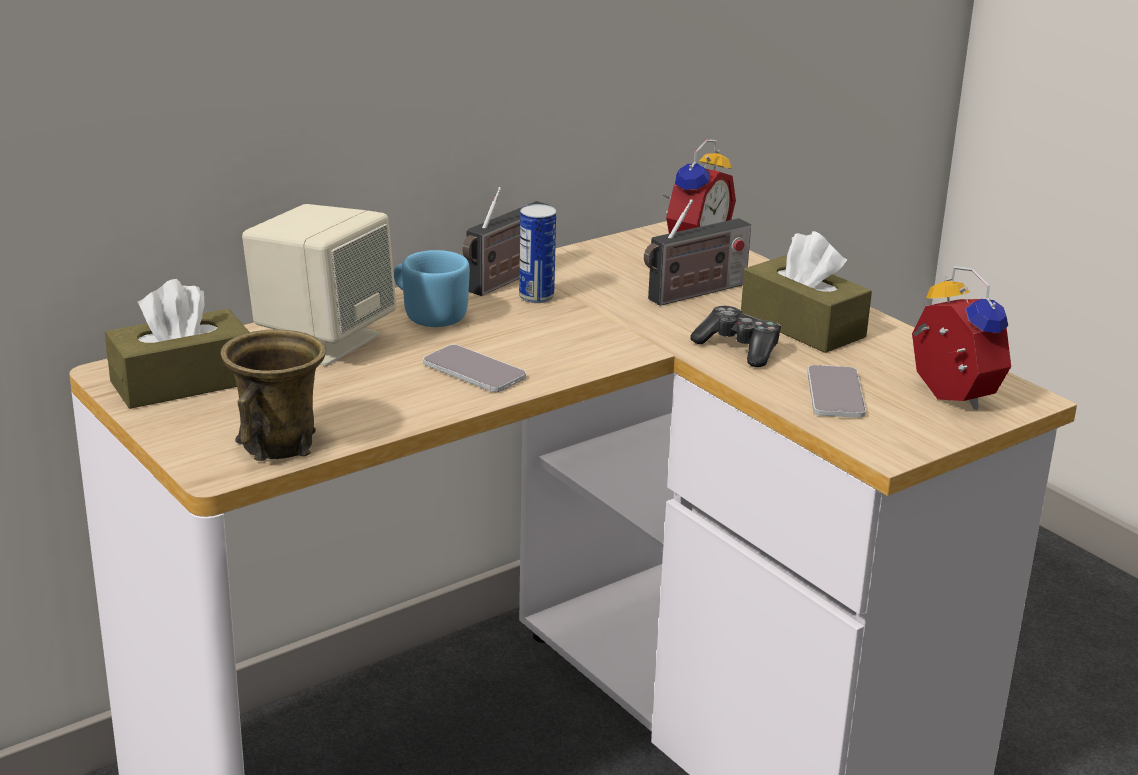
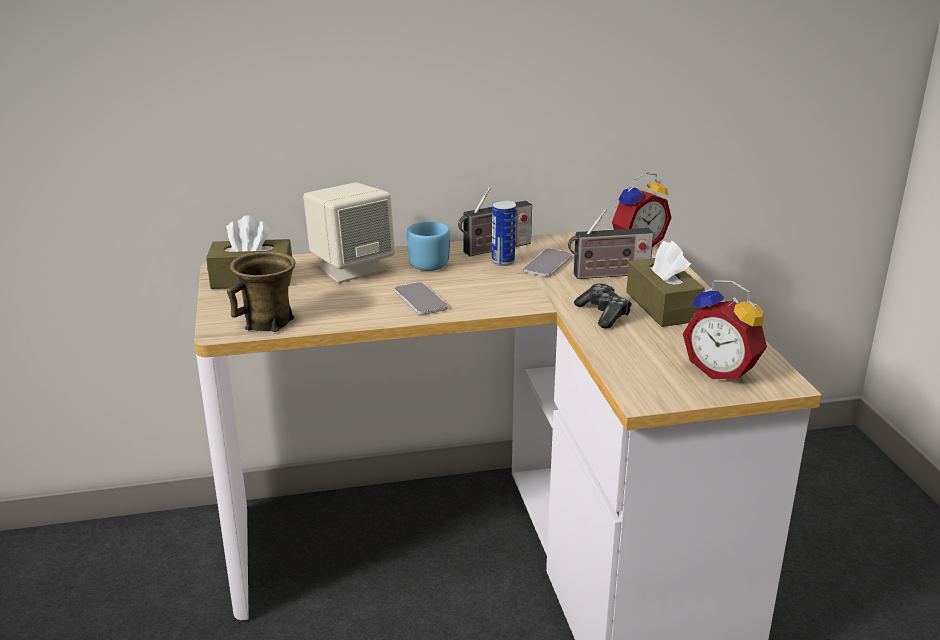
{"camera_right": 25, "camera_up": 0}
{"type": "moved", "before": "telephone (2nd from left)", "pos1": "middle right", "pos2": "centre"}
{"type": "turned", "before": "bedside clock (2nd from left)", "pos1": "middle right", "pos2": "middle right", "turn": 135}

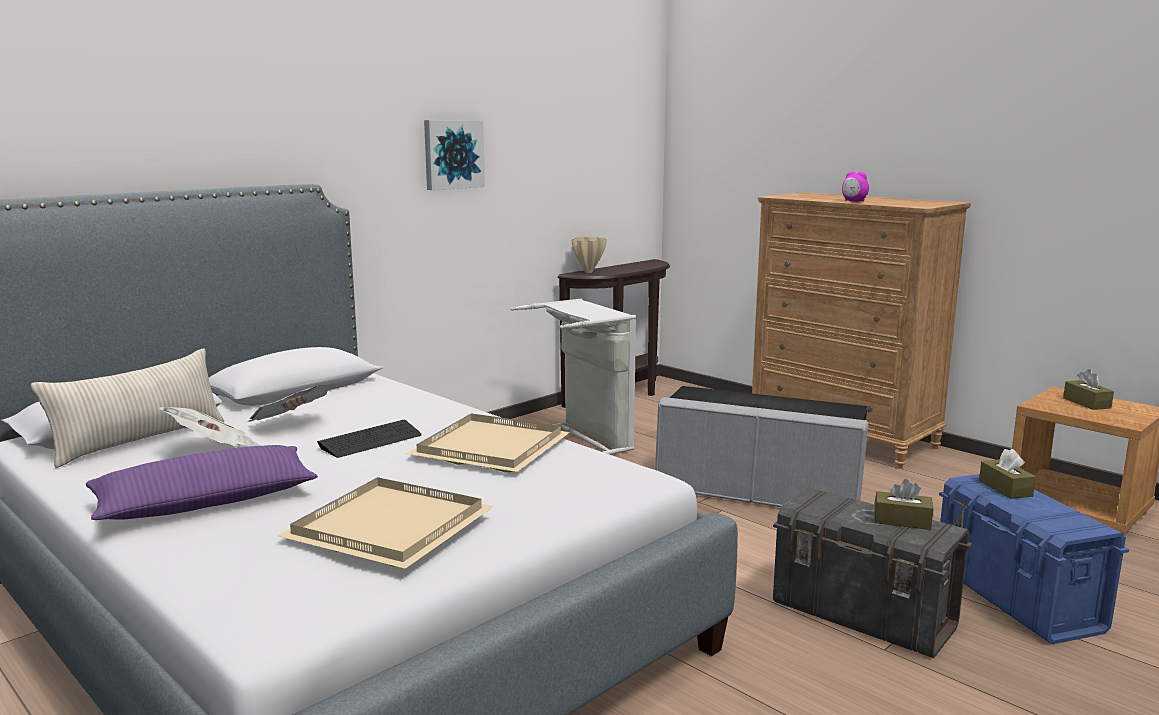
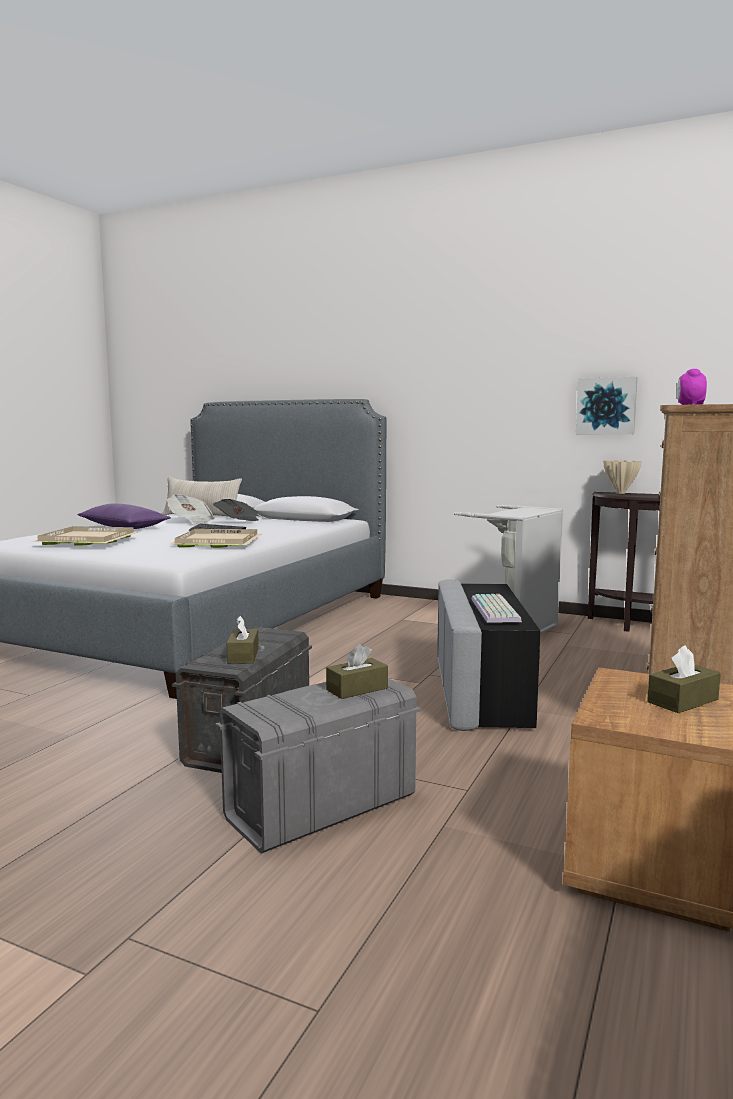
{"camera_right": 70, "camera_up": -5}
{"type": "moved", "before": "wall picture", "pos1": "top centre", "pos2": "middle right"}
{"type": "recoloured", "before": "blue storage bin", "after": "greyish storage bin (2nd from left)", "pos1": "bottom right", "pos2": "bottom centre"}
{"type": "added", "after": "PC keyboard (2nd from left)", "pos2": "middle right"}

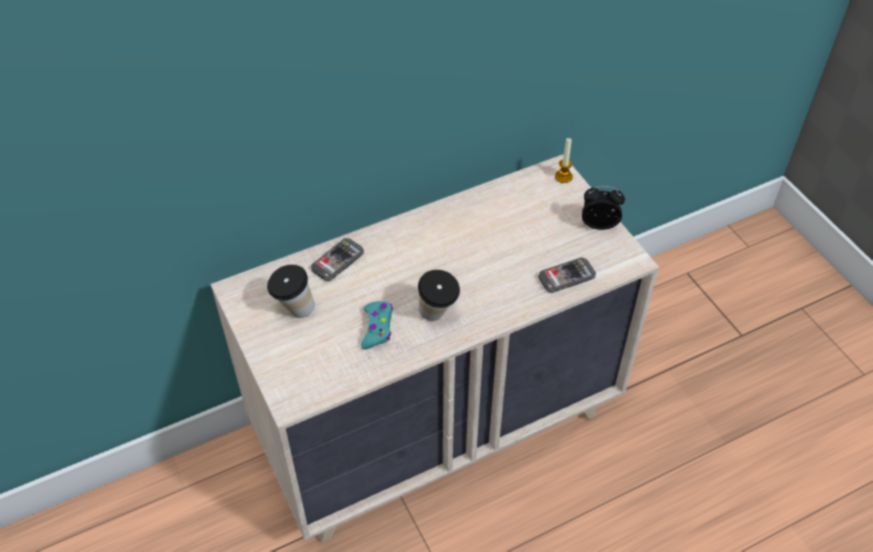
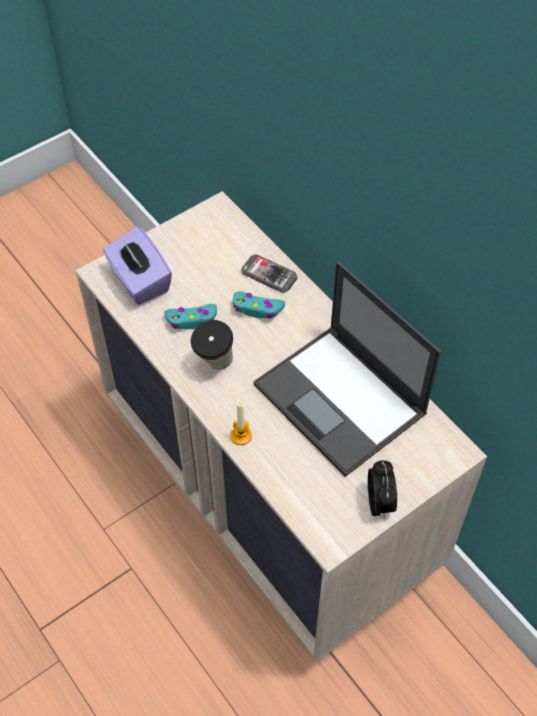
{"camera_right": 80, "camera_up": 5}
{"type": "removed", "before": "small cup (1st from left)", "pos1": "centre"}
{"type": "removed", "before": "telephone (2nd from left)", "pos1": "centre"}
{"type": "moved", "before": "wax light", "pos1": "top centre", "pos2": "centre"}
{"type": "added", "after": "purple-coloured box of tissues", "pos2": "middle left"}
{"type": "added", "after": "blue-green game controller (2nd from left)", "pos2": "centre"}
{"type": "added", "after": "portable computer", "pos2": "centre"}

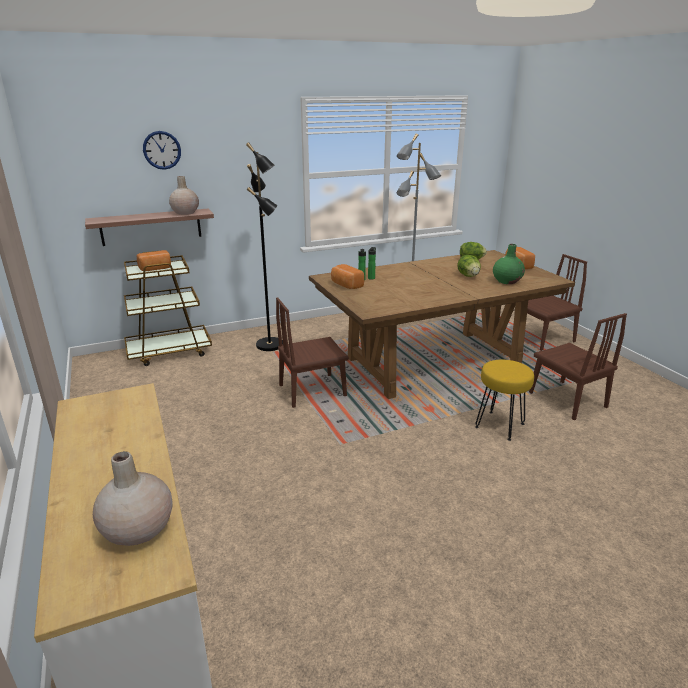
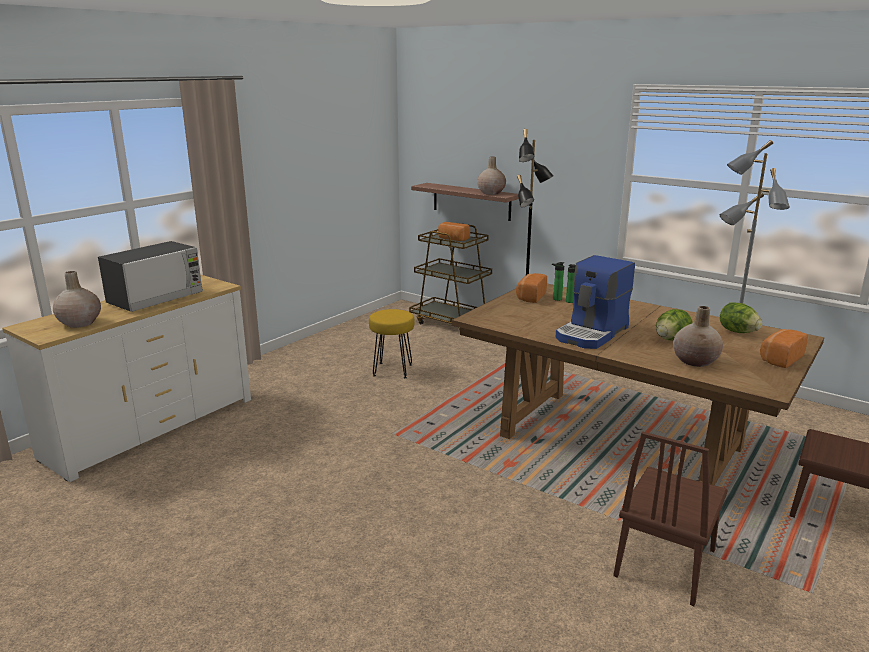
{"camera_right": 60, "camera_up": -5}
{"type": "removed", "before": "wall clock", "pos1": "top left"}
{"type": "removed", "before": "brownish chair (1st from left)", "pos1": "centre"}
{"type": "moved", "before": "yellowish sitting stool", "pos1": "middle right", "pos2": "centre"}
{"type": "recoloured", "before": "greenish vase", "after": "sand-coloured vase (3rd from left)", "pos1": "middle right", "pos2": "middle right"}
{"type": "added", "after": "microwave oven", "pos2": "middle left"}
{"type": "added", "after": "coffee brewer", "pos2": "middle right"}

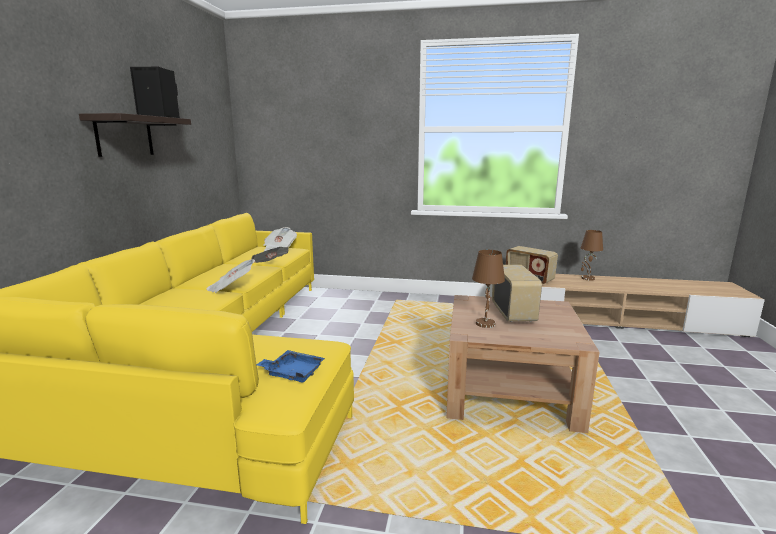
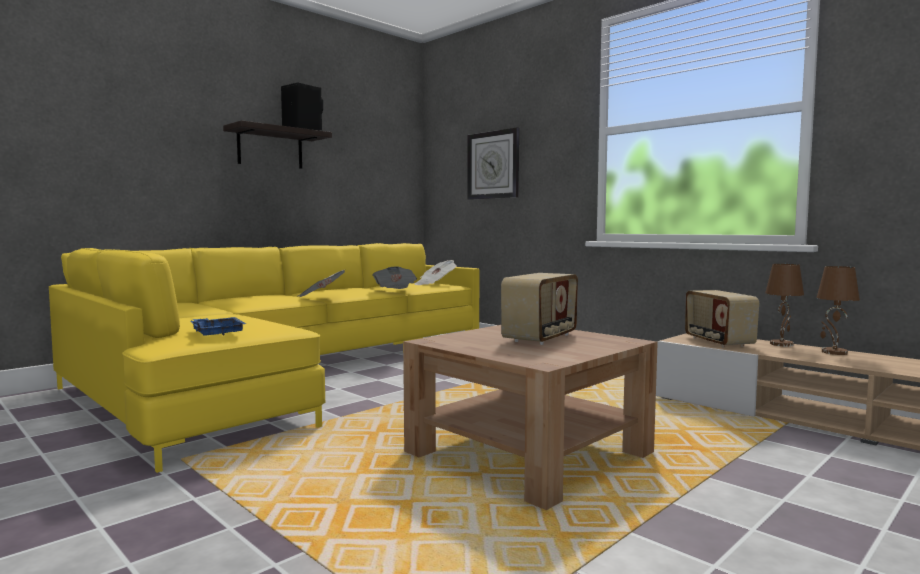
{"camera_right": 35, "camera_up": -10}
{"type": "moved", "before": "brownish tabletop lamp (1st from left)", "pos1": "centre", "pos2": "middle right"}
{"type": "added", "after": "wall clock", "pos2": "top centre"}

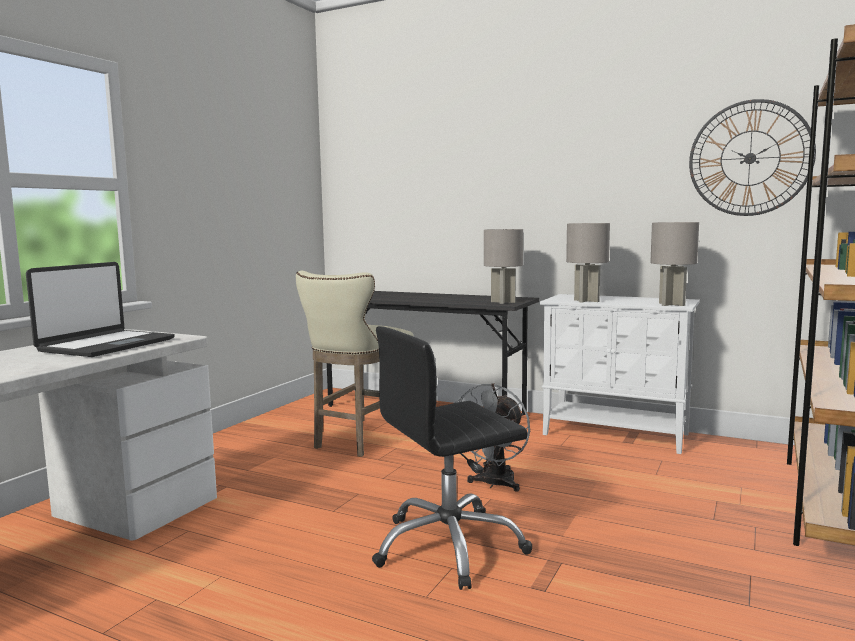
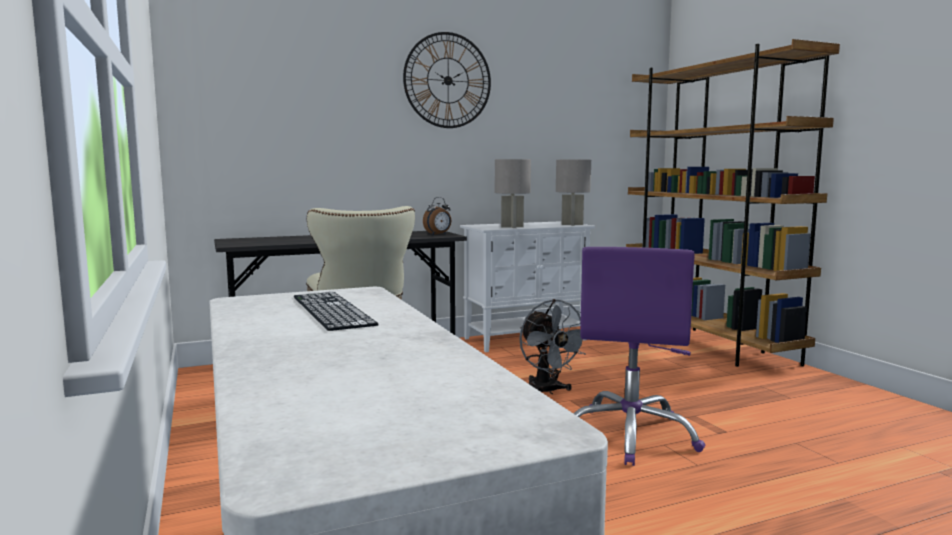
{"camera_right": -50, "camera_up": 0}
{"type": "replaced", "before": "portable computer", "after": "PC keyboard", "pos1": "middle left", "pos2": "centre"}
{"type": "recoloured", "before": "blackish office chair", "after": "purple-coloured office chair", "pos1": "bottom centre", "pos2": "middle right"}
{"type": "replaced", "before": "greyish tabletop lamp (1st from left)", "after": "bedside clock", "pos1": "centre", "pos2": "centre"}
{"type": "moved", "before": "wall clock", "pos1": "top right", "pos2": "top centre"}

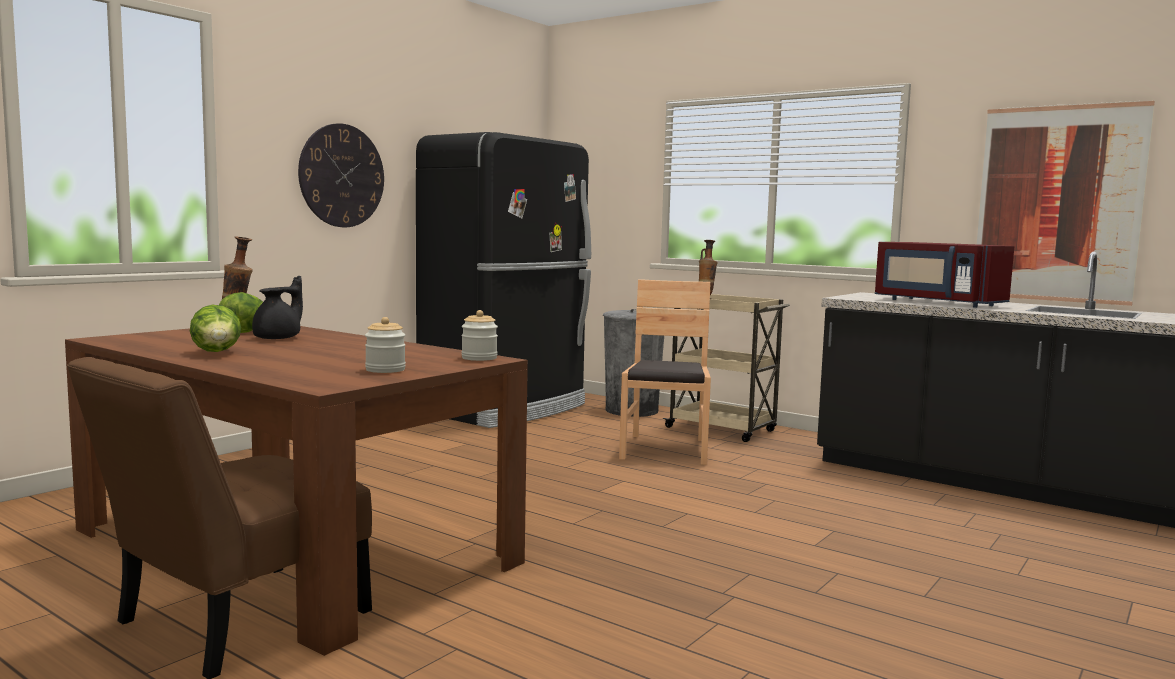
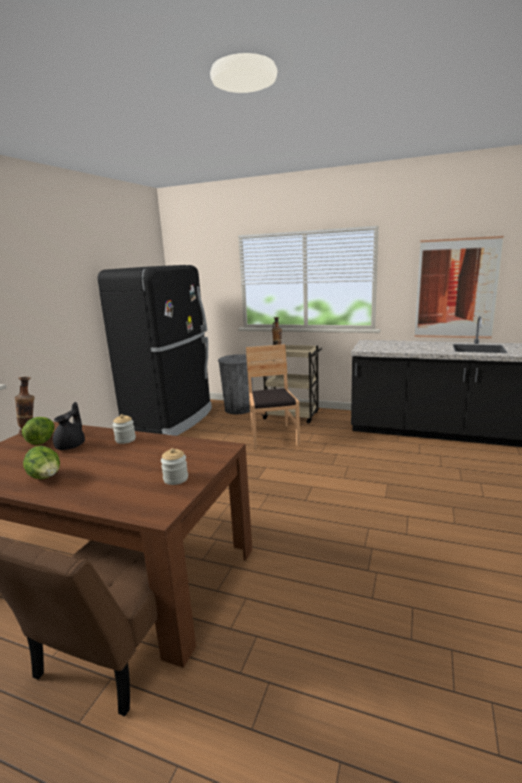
{"camera_right": -15, "camera_up": 10}
{"type": "removed", "before": "wall clock", "pos1": "top left"}
{"type": "moved", "before": "jar (2nd from left in the first image)", "after": "jar (1st from left)", "pos1": "centre", "pos2": "middle left"}
{"type": "removed", "before": "red-coloured microwave oven", "pos1": "middle right"}

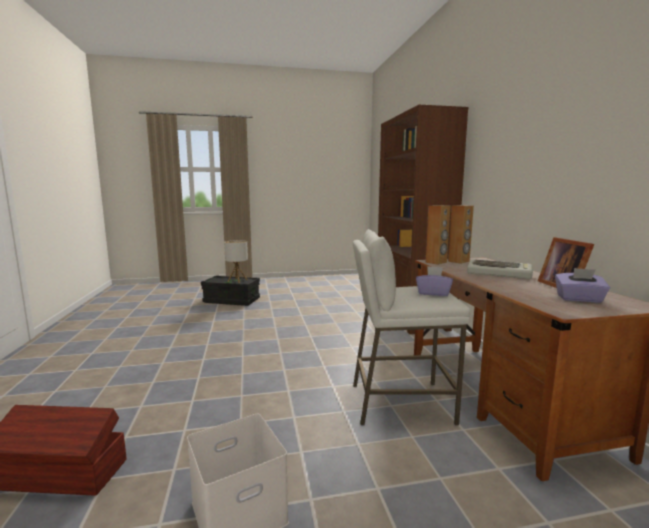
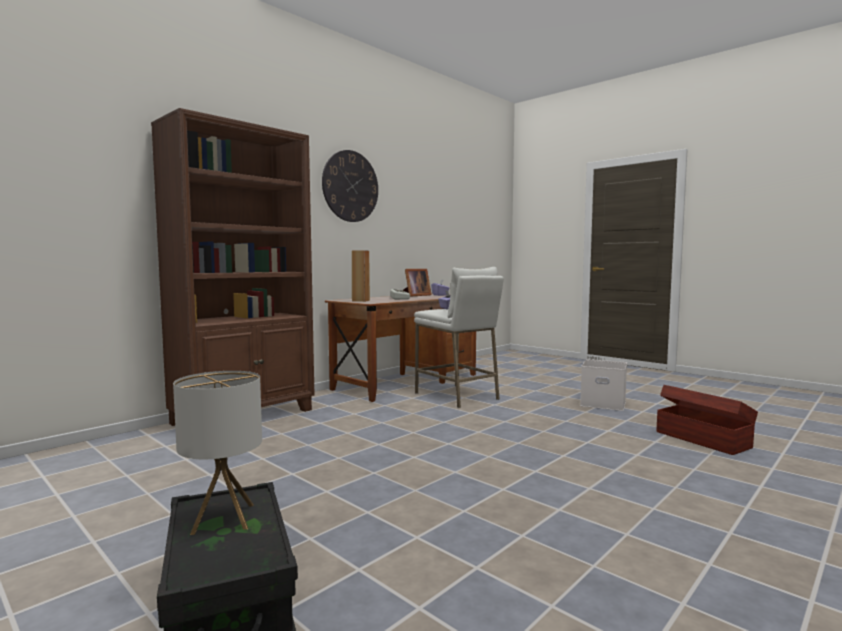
{"camera_right": -125, "camera_up": -5}
{"type": "removed", "before": "brownish speaker (1st from left)", "pos1": "middle right"}
{"type": "added", "after": "wall clock", "pos2": "top centre"}

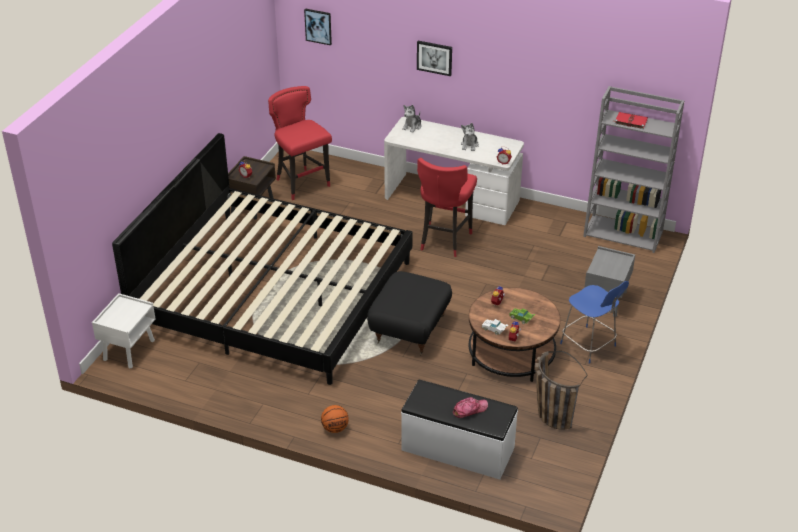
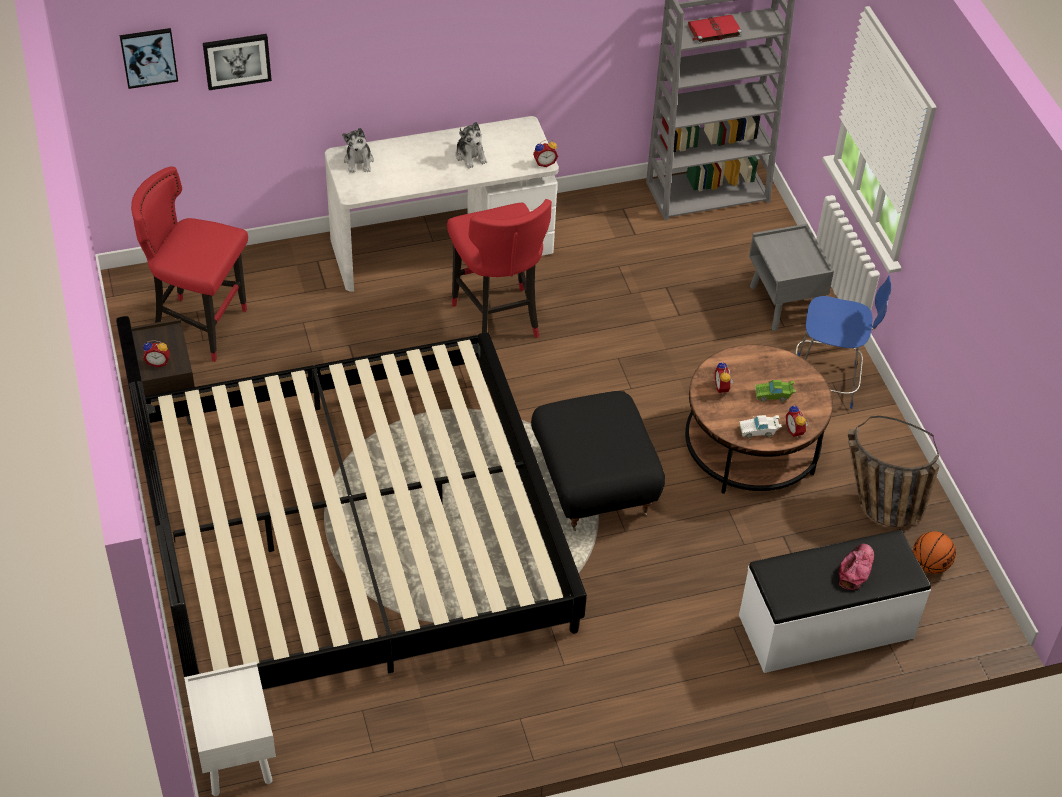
{"camera_right": -40, "camera_up": 10}
{"type": "moved", "before": "basketball ball", "pos1": "bottom centre", "pos2": "bottom right"}
{"type": "moved", "before": "wall picture (2nd from left)", "pos1": "top centre", "pos2": "top left"}

